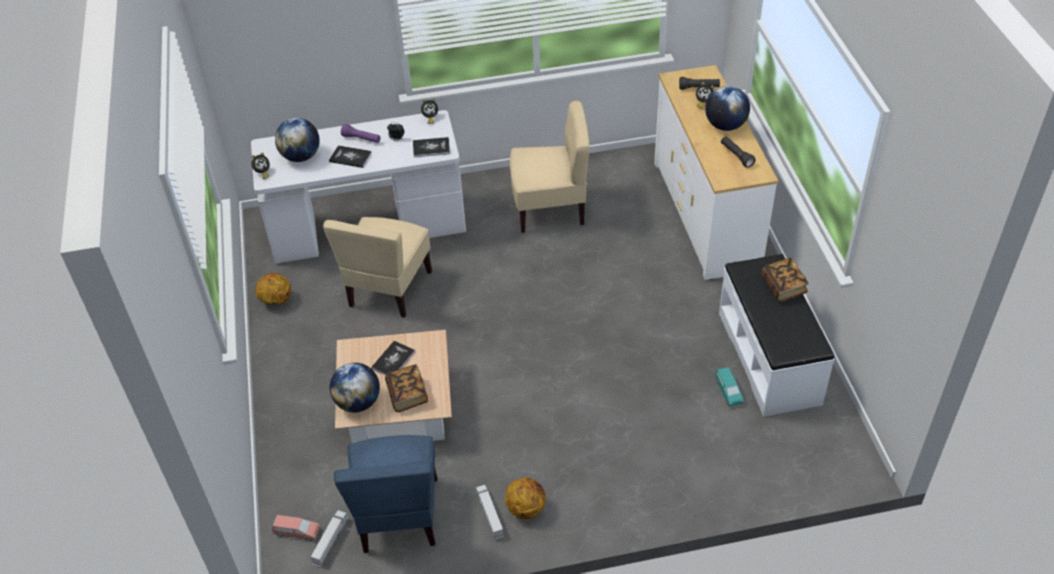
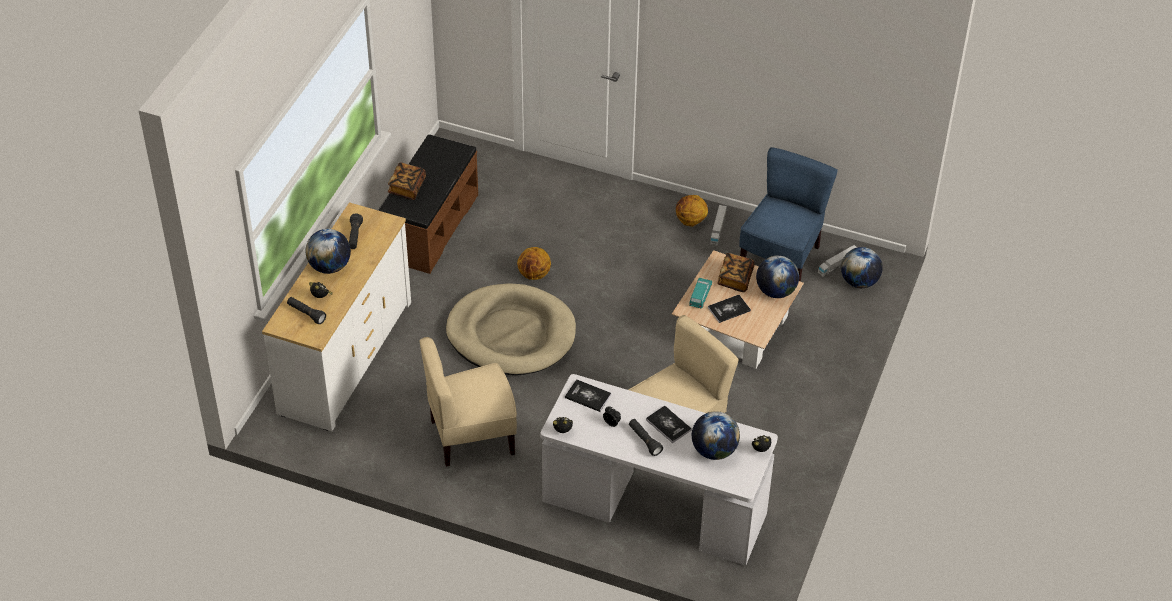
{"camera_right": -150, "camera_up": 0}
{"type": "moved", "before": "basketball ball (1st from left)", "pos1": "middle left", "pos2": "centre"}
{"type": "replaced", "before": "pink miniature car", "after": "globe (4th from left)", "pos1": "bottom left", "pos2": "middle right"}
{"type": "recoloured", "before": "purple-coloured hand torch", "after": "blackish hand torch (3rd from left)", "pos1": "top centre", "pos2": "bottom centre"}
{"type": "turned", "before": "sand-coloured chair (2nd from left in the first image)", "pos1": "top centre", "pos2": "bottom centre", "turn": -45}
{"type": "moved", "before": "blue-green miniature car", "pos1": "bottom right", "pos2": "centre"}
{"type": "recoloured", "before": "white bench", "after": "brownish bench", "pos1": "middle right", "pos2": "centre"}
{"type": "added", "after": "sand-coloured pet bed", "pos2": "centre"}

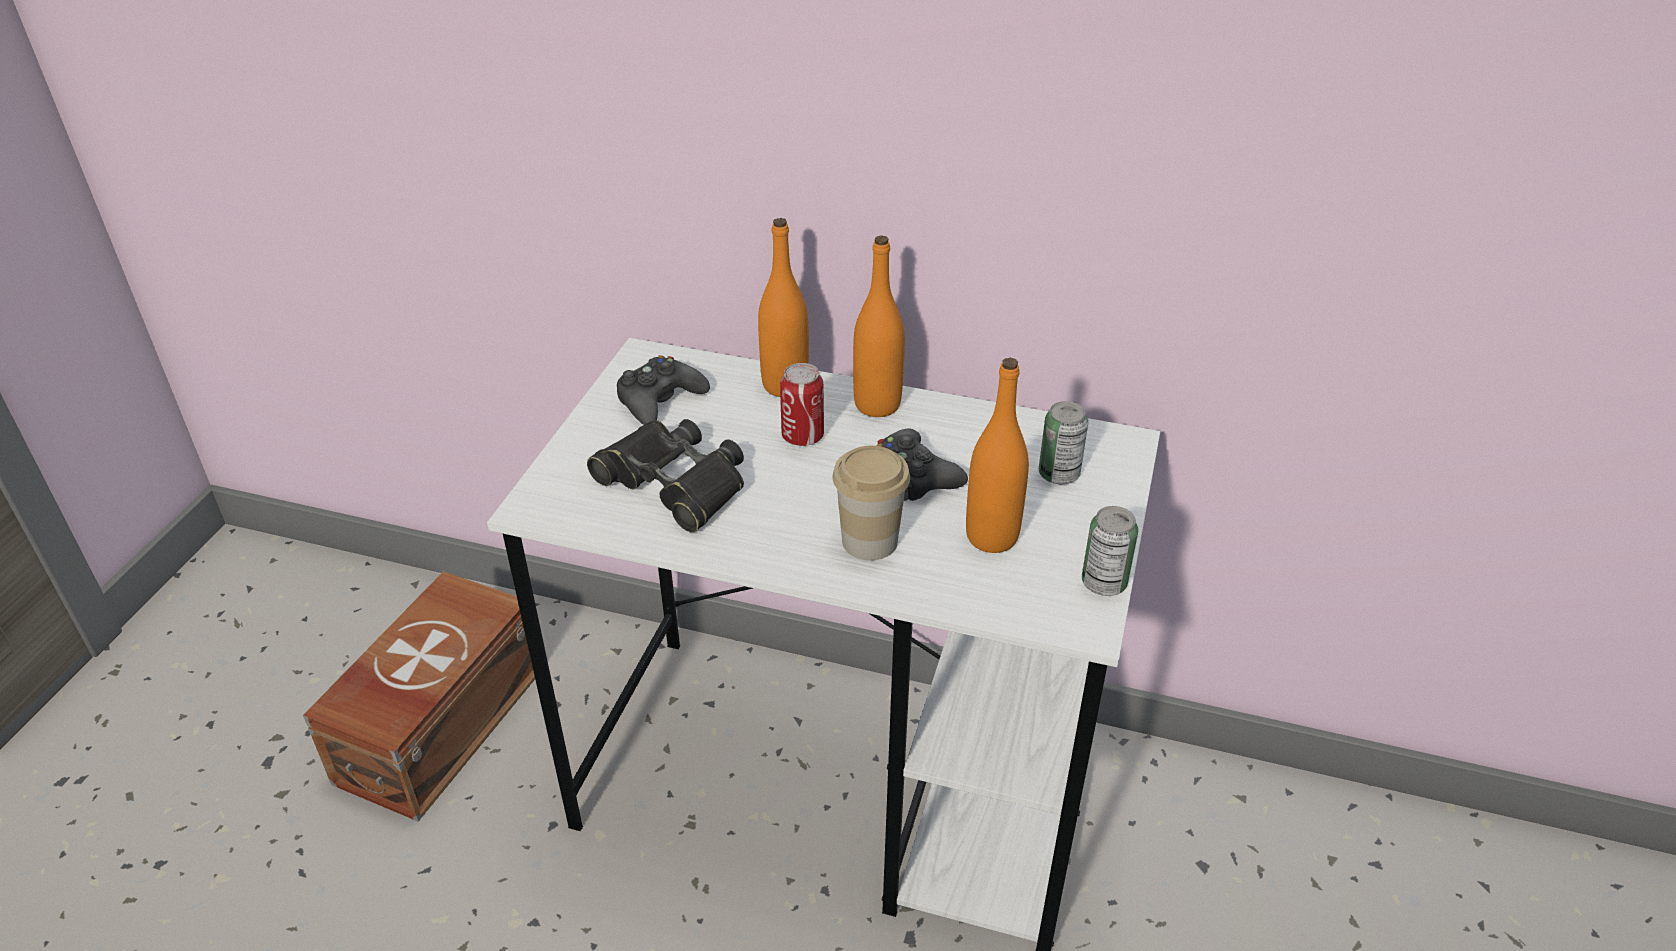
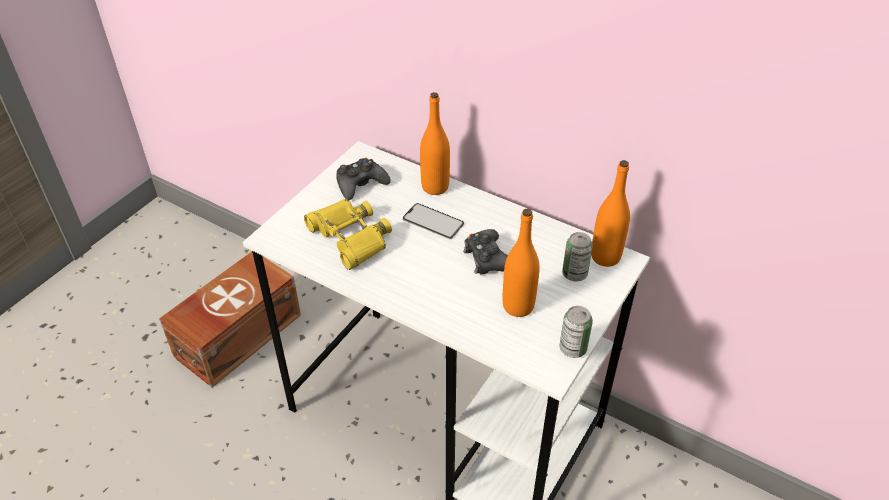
{"camera_right": 15, "camera_up": 5}
{"type": "recoloured", "before": "blackish binoculars", "after": "yellowish binoculars", "pos1": "centre", "pos2": "centre"}
{"type": "replaced", "before": "metal can (1st from left)", "after": "telephone", "pos1": "centre", "pos2": "centre"}
{"type": "removed", "before": "small cup", "pos1": "centre"}
{"type": "moved", "before": "orange beverage bottle (2nd from left in the first image)", "after": "orange beverage bottle (3rd from left)", "pos1": "centre", "pos2": "middle right"}

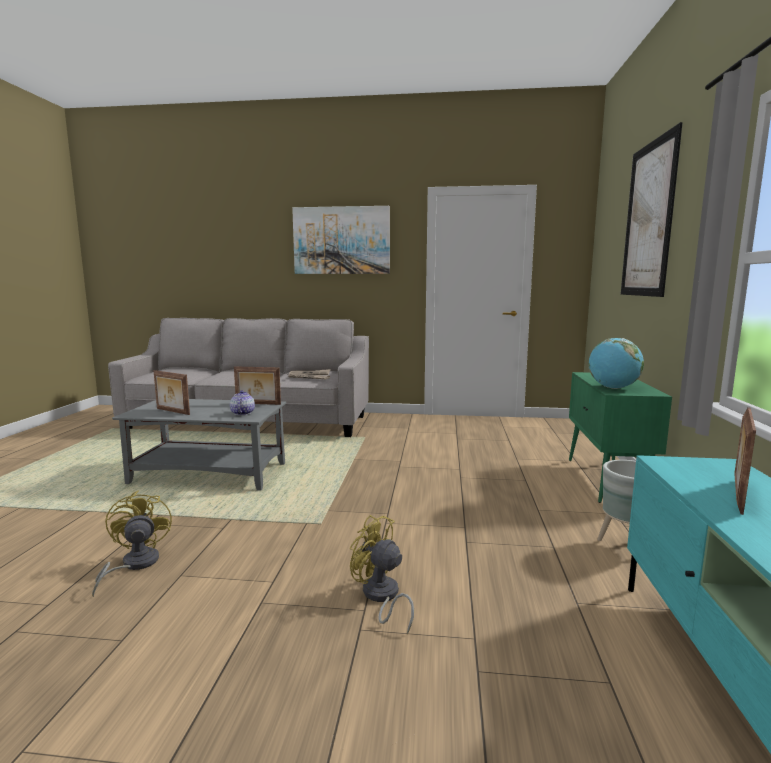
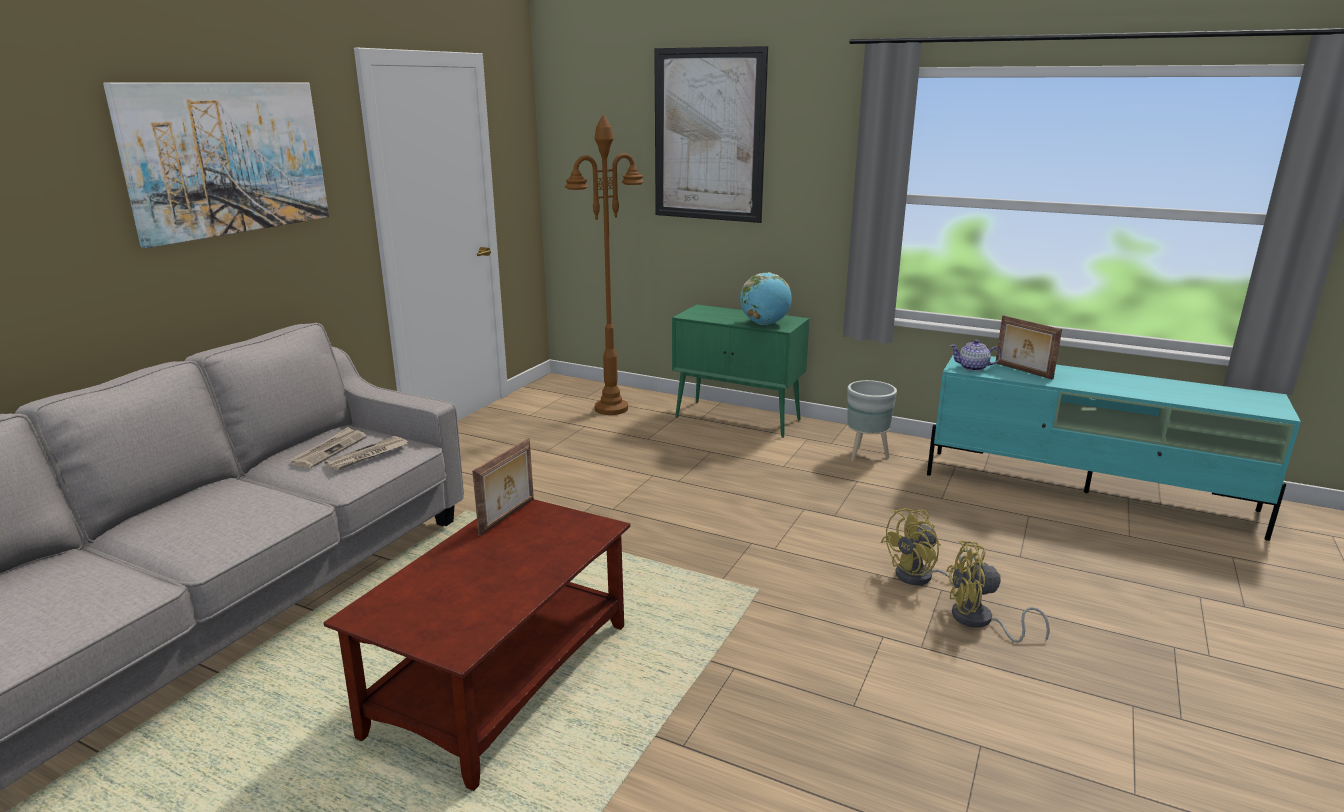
{"camera_right": -70, "camera_up": 10}
{"type": "moved", "before": "yellowish fan (1st from left in the first image)", "after": "yellowish fan (2nd from left)", "pos1": "bottom left", "pos2": "bottom right"}
{"type": "recoloured", "before": "greyish low table", "after": "brownish low table", "pos1": "middle left", "pos2": "bottom centre"}
{"type": "removed", "before": "picture frame (1st from left)", "pos1": "middle left"}
{"type": "moved", "before": "teapot", "pos1": "middle left", "pos2": "middle right"}
{"type": "added", "after": "brownish standard lamp", "pos2": "top centre"}

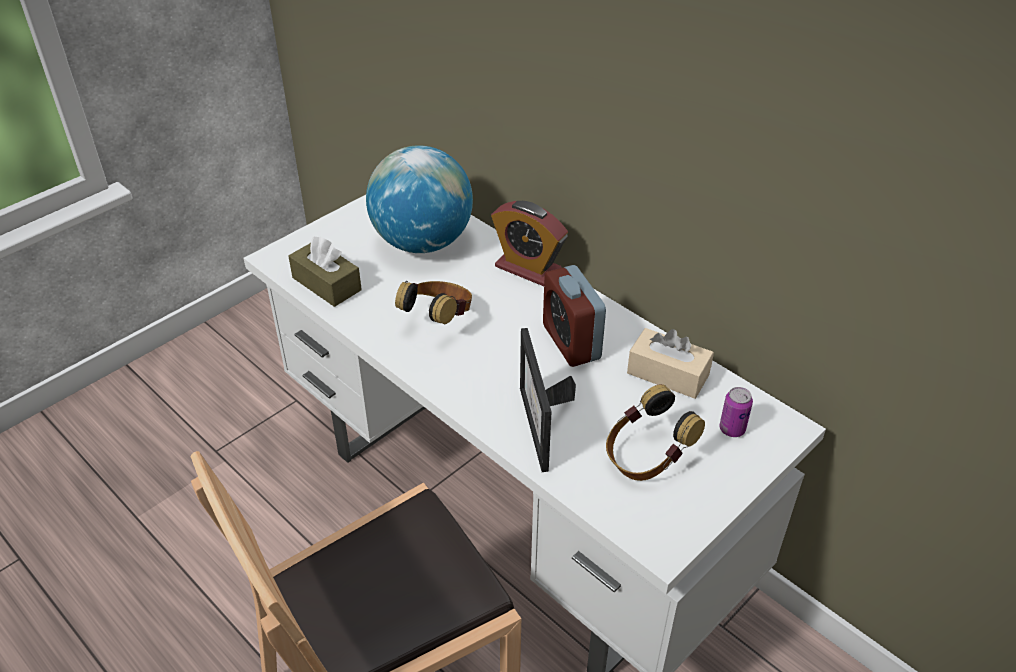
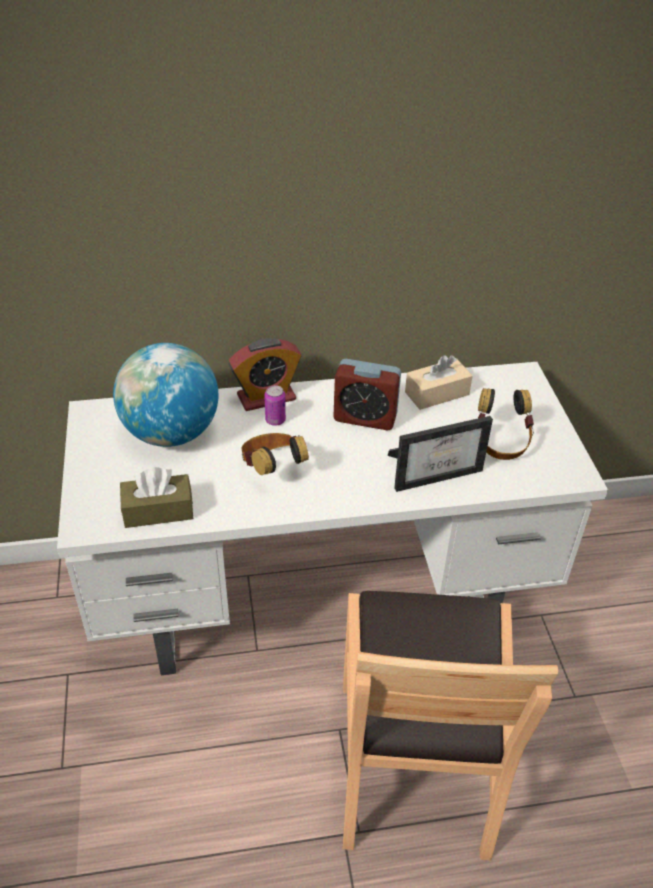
{"camera_right": -55, "camera_up": 0}
{"type": "turned", "before": "picture frame", "pos1": "centre", "pos2": "middle right", "turn": -45}
{"type": "moved", "before": "metal can", "pos1": "middle right", "pos2": "centre"}

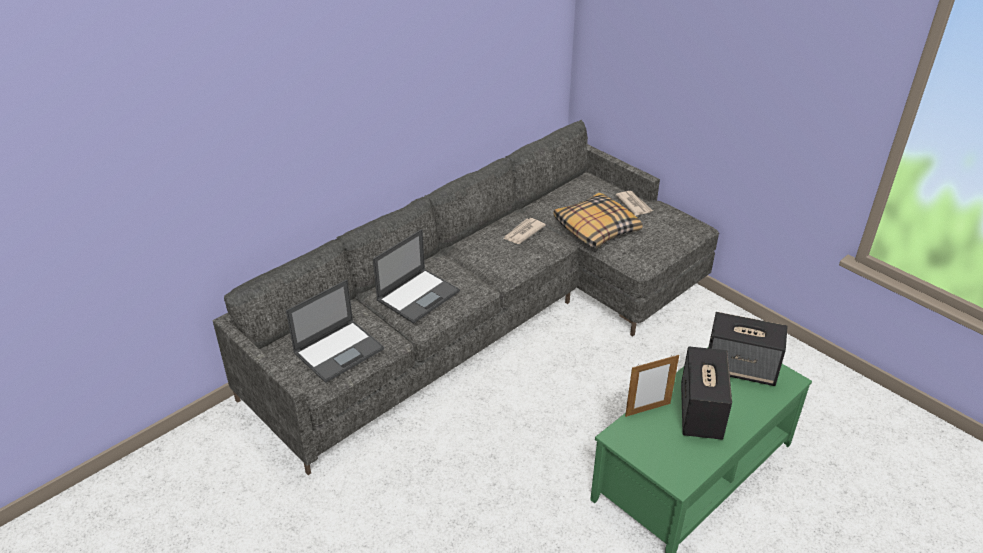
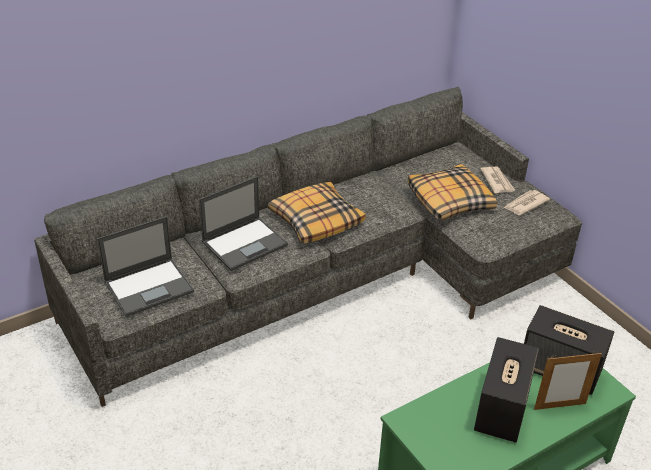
{"camera_right": 10, "camera_up": 0}
{"type": "moved", "before": "newspaper (1st from left in the first image)", "after": "newspaper (2nd from left)", "pos1": "centre", "pos2": "middle right"}
{"type": "moved", "before": "picture frame", "pos1": "bottom centre", "pos2": "bottom right"}
{"type": "added", "after": "throw pillow (1st from left)", "pos2": "centre"}

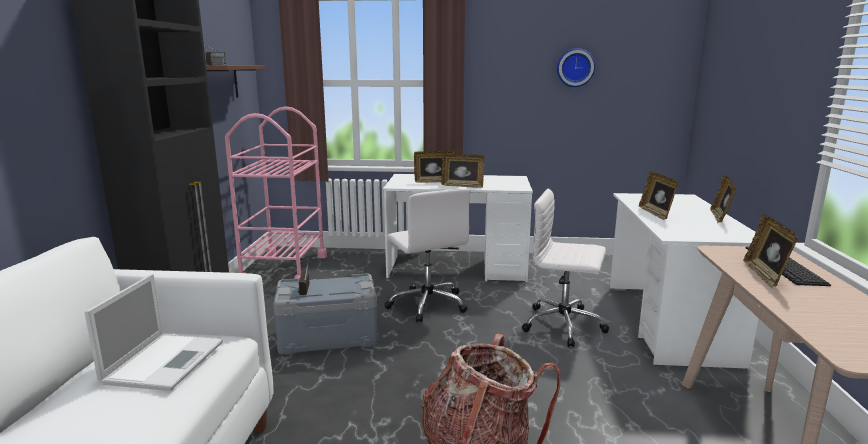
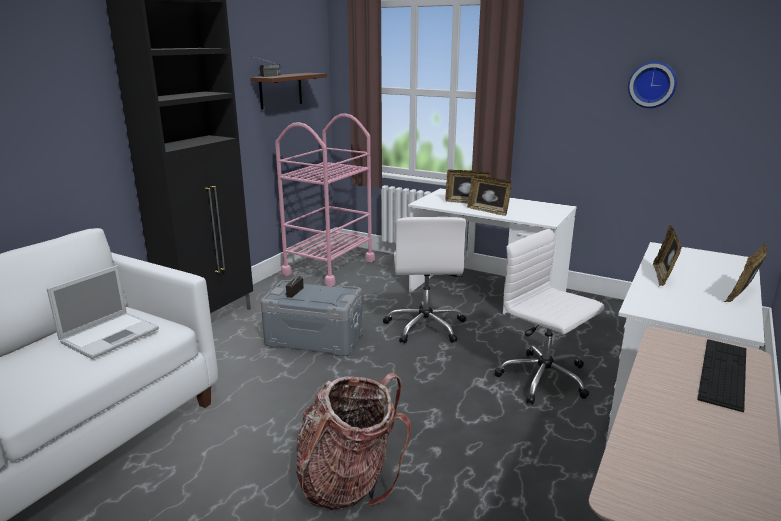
{"camera_right": 25, "camera_up": 5}
{"type": "removed", "before": "picture frame (5th from left)", "pos1": "middle right"}

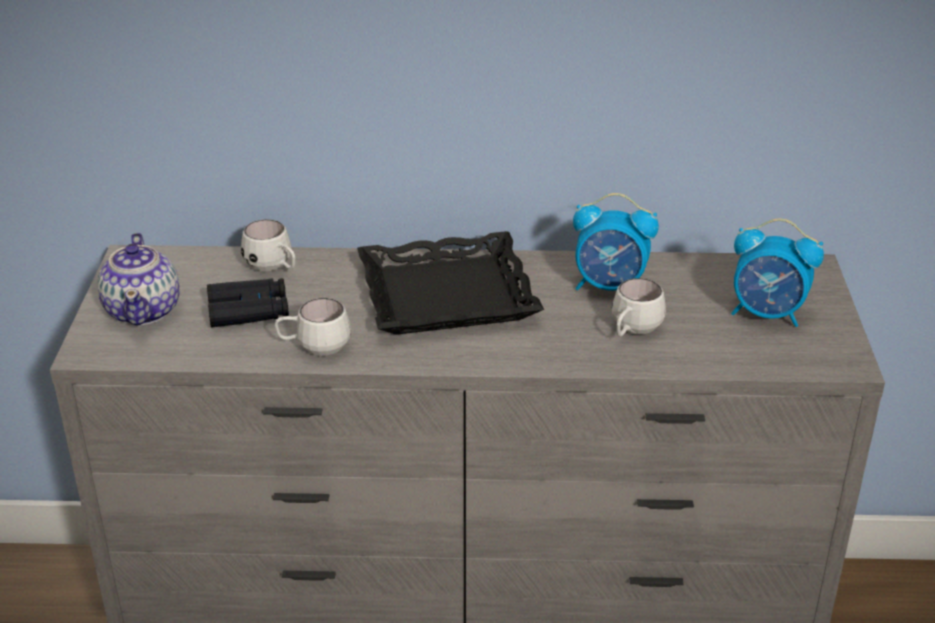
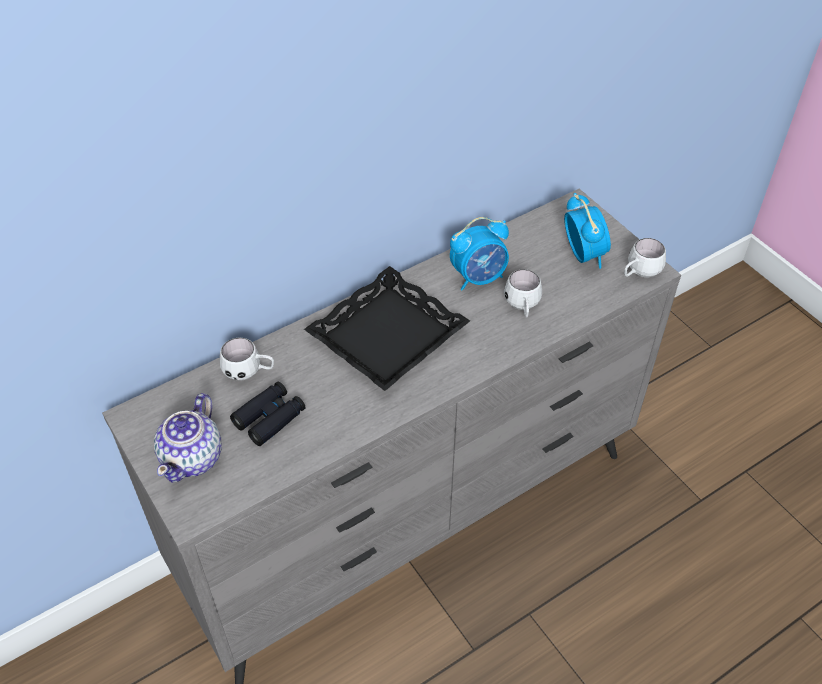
{"camera_right": -35, "camera_up": 15}
{"type": "turned", "before": "teapot", "pos1": "middle left", "pos2": "middle left", "turn": 60}
{"type": "moved", "before": "white tea mug (2nd from left in the first image)", "after": "white tea mug (3rd from left)", "pos1": "centre", "pos2": "middle right"}
{"type": "turned", "before": "bedside clock (2nd from left)", "pos1": "middle right", "pos2": "middle right", "turn": -90}

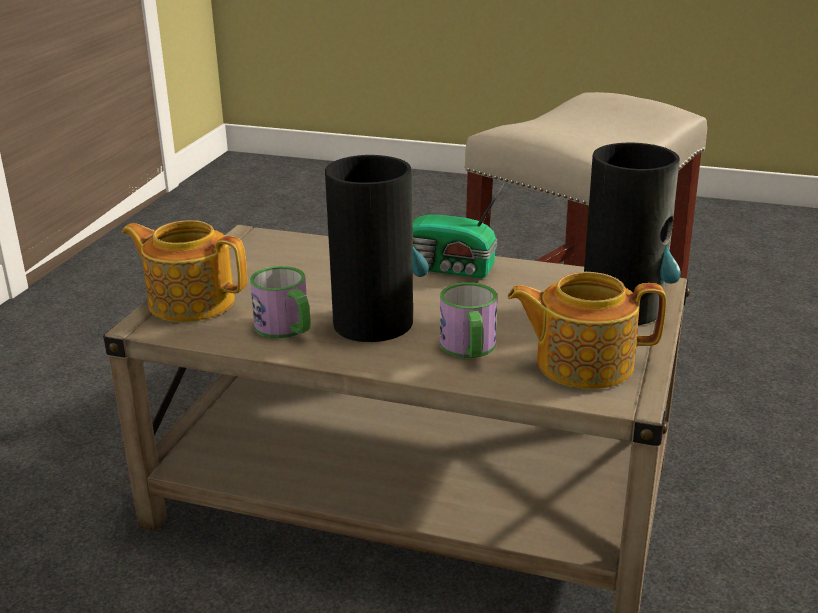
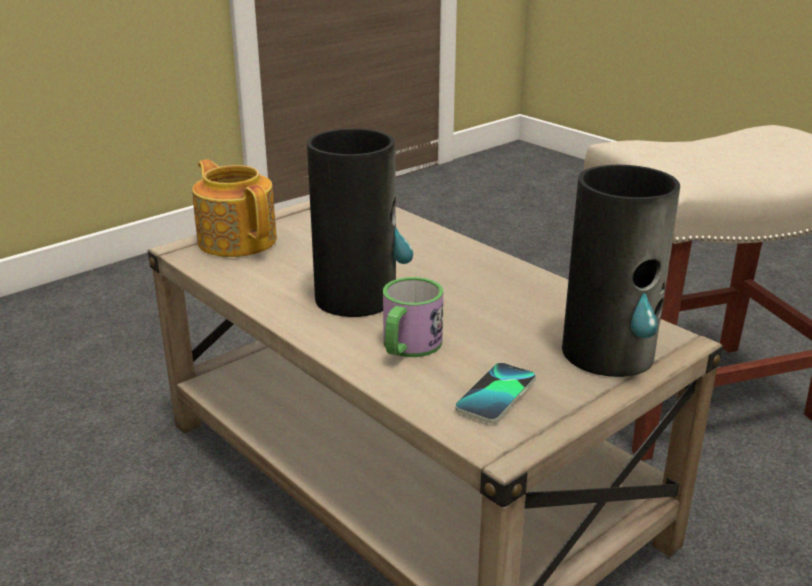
{"camera_right": 30, "camera_up": 0}
{"type": "removed", "before": "tea mug (1st from left)", "pos1": "centre"}
{"type": "removed", "before": "radio set", "pos1": "centre"}
{"type": "replaced", "before": "teapot (2nd from left)", "after": "telephone", "pos1": "middle right", "pos2": "bottom centre"}

